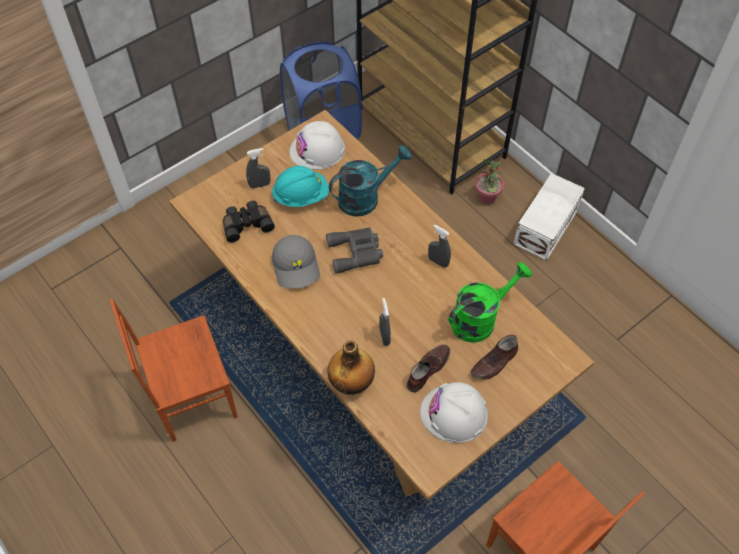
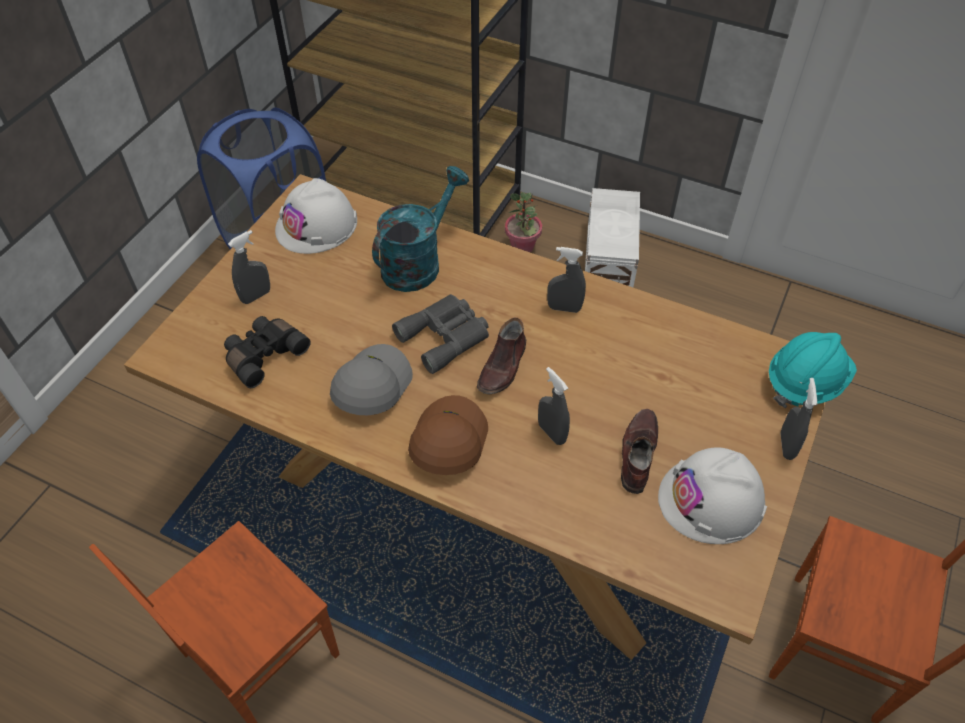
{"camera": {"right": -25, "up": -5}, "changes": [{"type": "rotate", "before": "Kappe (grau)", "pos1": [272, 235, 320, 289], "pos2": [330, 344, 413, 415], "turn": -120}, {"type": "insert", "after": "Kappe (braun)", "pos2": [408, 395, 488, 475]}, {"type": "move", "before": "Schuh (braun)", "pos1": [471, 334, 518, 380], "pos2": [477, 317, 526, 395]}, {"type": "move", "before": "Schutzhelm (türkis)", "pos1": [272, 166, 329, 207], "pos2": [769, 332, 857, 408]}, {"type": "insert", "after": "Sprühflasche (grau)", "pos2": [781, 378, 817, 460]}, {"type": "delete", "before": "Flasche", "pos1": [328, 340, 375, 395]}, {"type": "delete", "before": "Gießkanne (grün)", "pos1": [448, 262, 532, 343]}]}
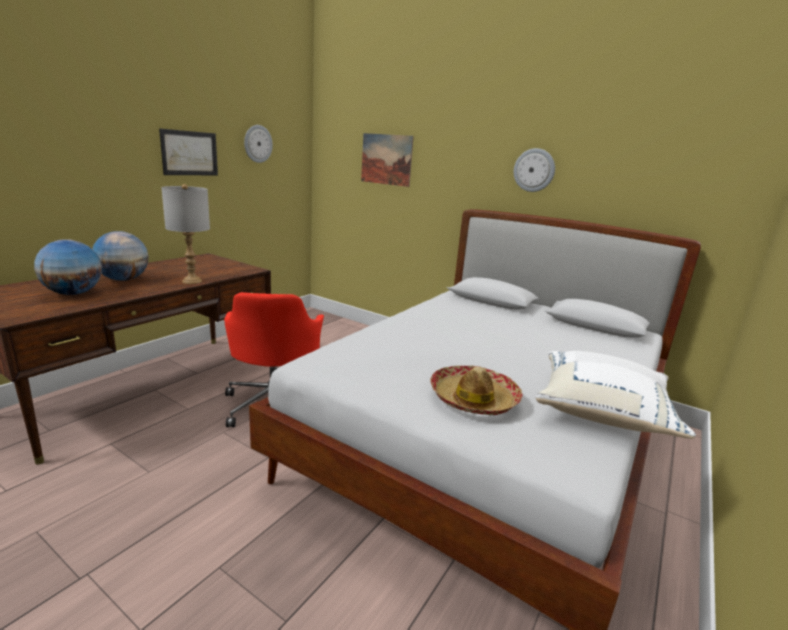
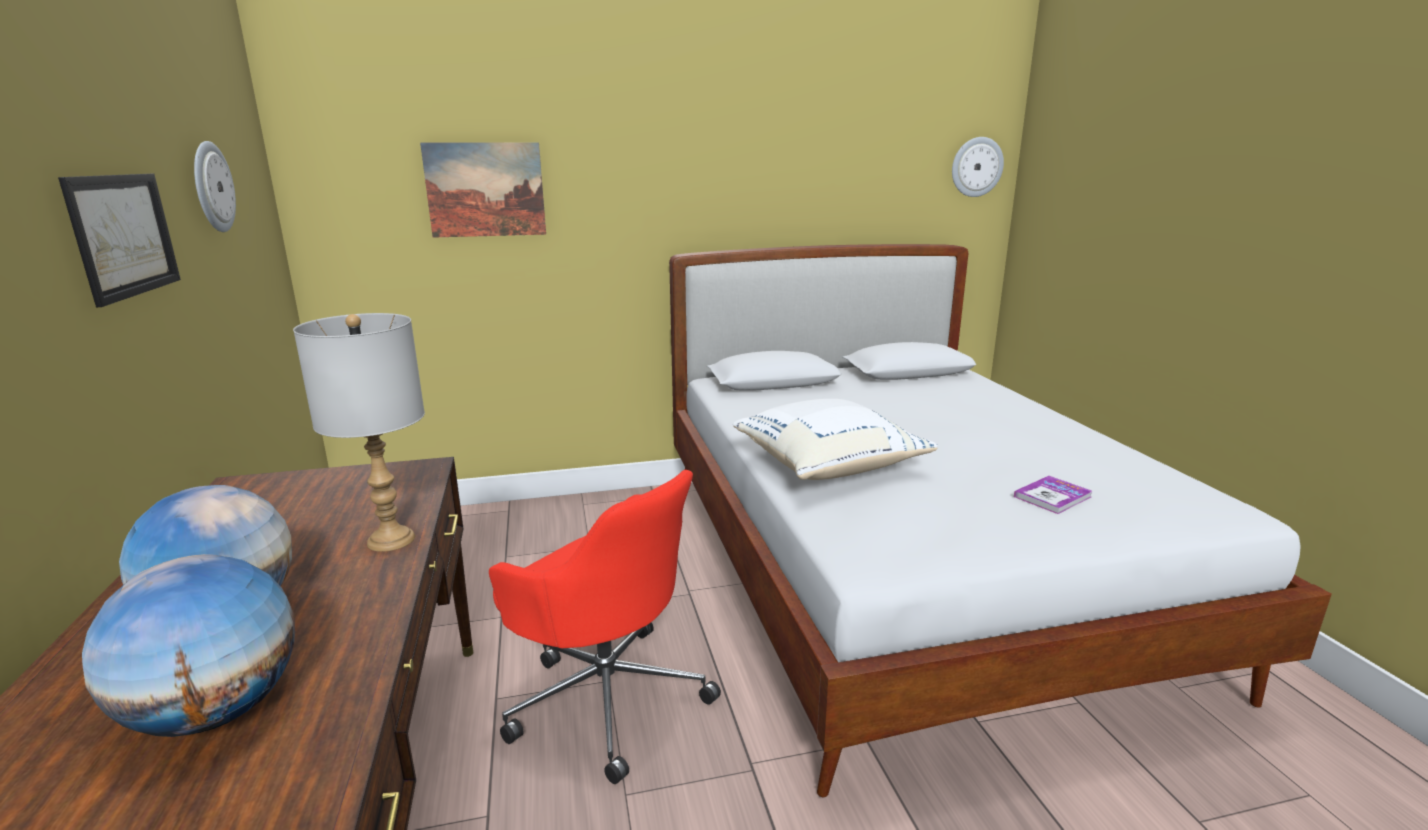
{"camera": {"right": -45, "up": 0}, "changes": [{"type": "move", "before": "Kissen (weiß)", "pos1": [536, 351, 696, 439], "pos2": [733, 399, 938, 480]}, {"type": "move", "before": "Wanduhr", "pos1": [514, 148, 555, 192], "pos2": [952, 137, 1004, 197]}, {"type": "replace", "before": "Hut", "after": "Buch", "pos1": [430, 365, 523, 415], "pos2": [1014, 476, 1092, 514]}]}
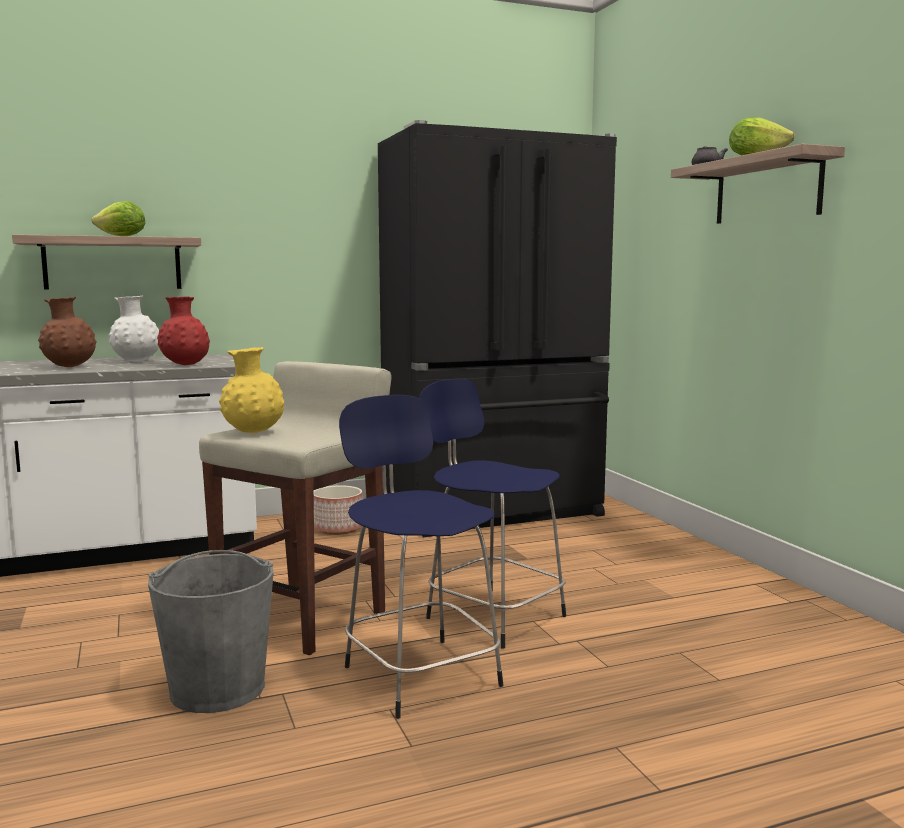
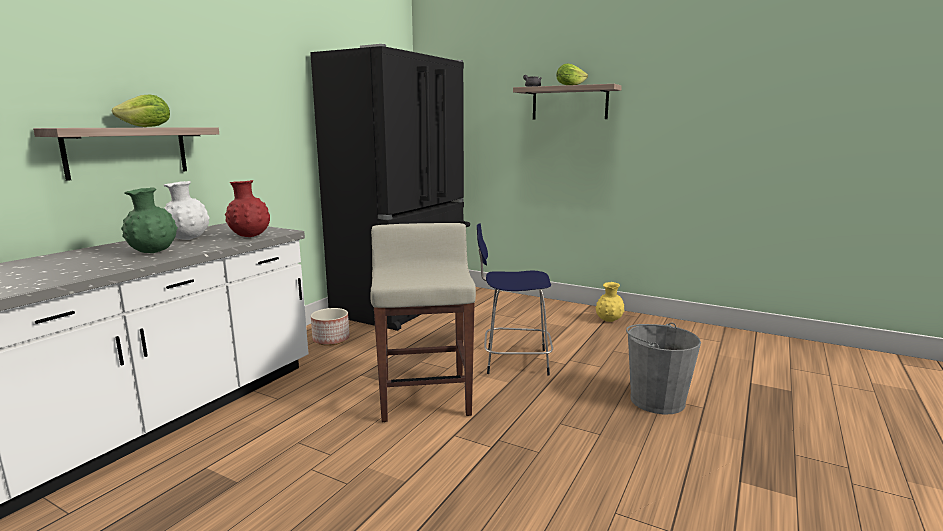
{"camera": {"right": -40, "up": 5}, "changes": [{"type": "recolor", "before": "Vase (braun)", "after": "Vase (grün)", "pos1": [38, 297, 97, 367], "pos2": [121, 187, 178, 253]}, {"type": "move", "before": "Vase (gelb)", "pos1": [219, 347, 284, 433], "pos2": [595, 282, 624, 322]}, {"type": "move", "before": "Eimer (grau)", "pos1": [148, 550, 274, 713], "pos2": [626, 323, 701, 414]}, {"type": "delete", "before": "Hocker (blau)", "pos1": [339, 395, 503, 719]}]}
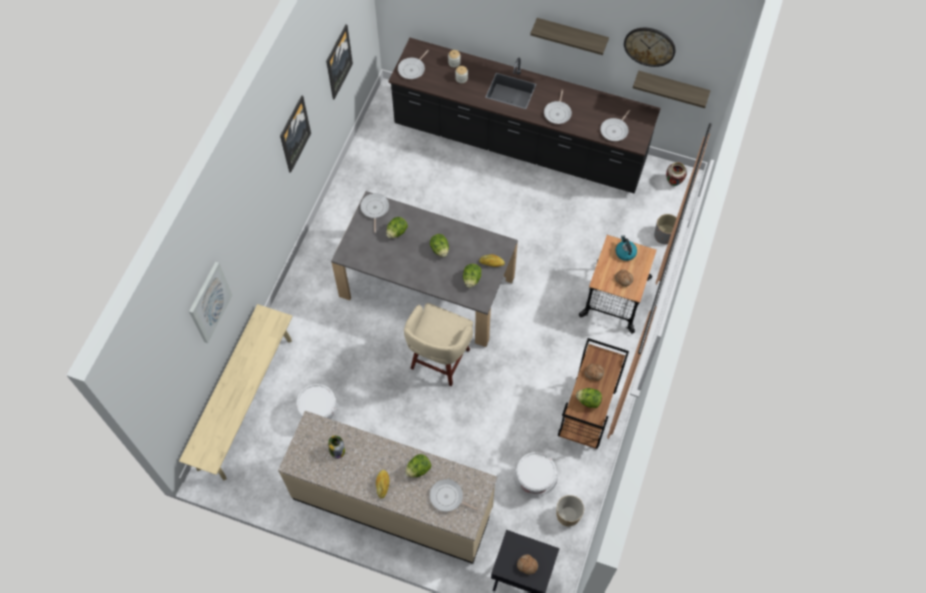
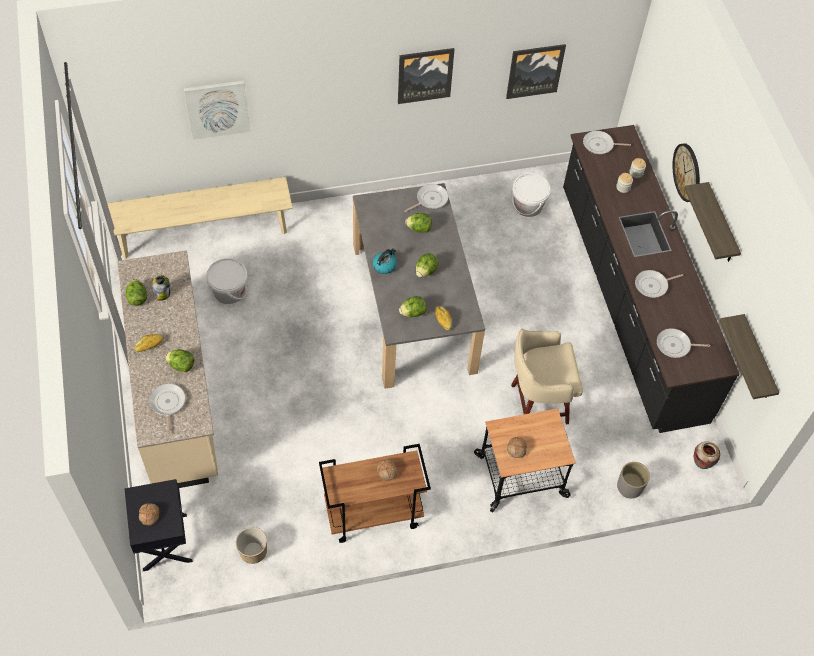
{"camera": {"right": 55, "up": -5}, "changes": [{"type": "move", "before": "Salatkopf", "pos1": [576, 388, 602, 408], "pos2": [126, 279, 147, 306]}, {"type": "move", "before": "Wasserkessel", "pos1": [616, 235, 637, 261], "pos2": [373, 248, 397, 274]}, {"type": "move", "before": "Eimer (weiß)", "pos1": [514, 452, 558, 496], "pos2": [511, 173, 551, 217]}, {"type": "move", "before": "Hocker (beige)", "pos1": [404, 303, 473, 386], "pos2": [511, 328, 583, 425]}, {"type": "move", "before": "Wanduhr", "pos1": [624, 28, 676, 67], "pos2": [672, 143, 700, 202]}]}
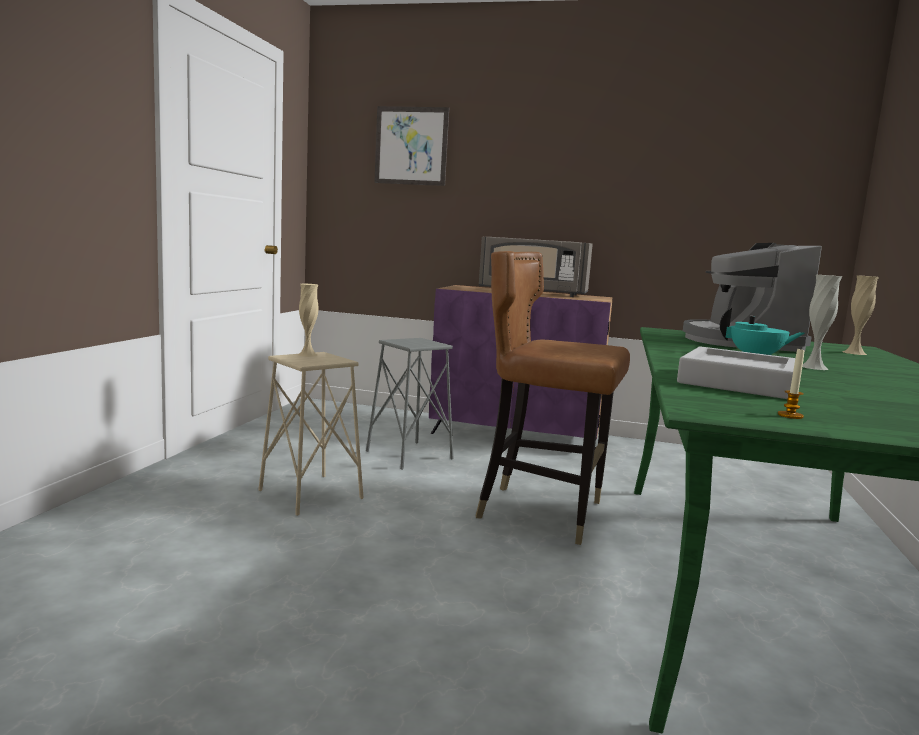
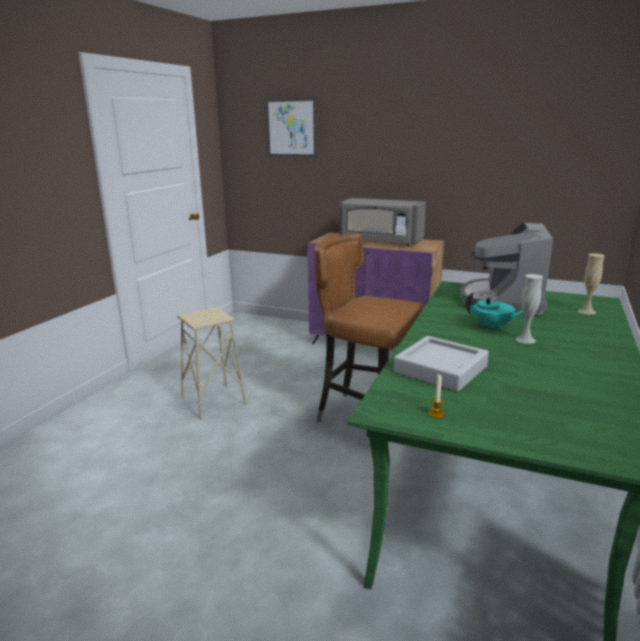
{"camera": {"right": 10, "up": 10}, "changes": [{"type": "delete", "before": "Vase (beige)", "pos1": [298, 284, 318, 357]}, {"type": "delete", "before": "Hocker (grau)", "pos1": [366, 338, 453, 470]}]}
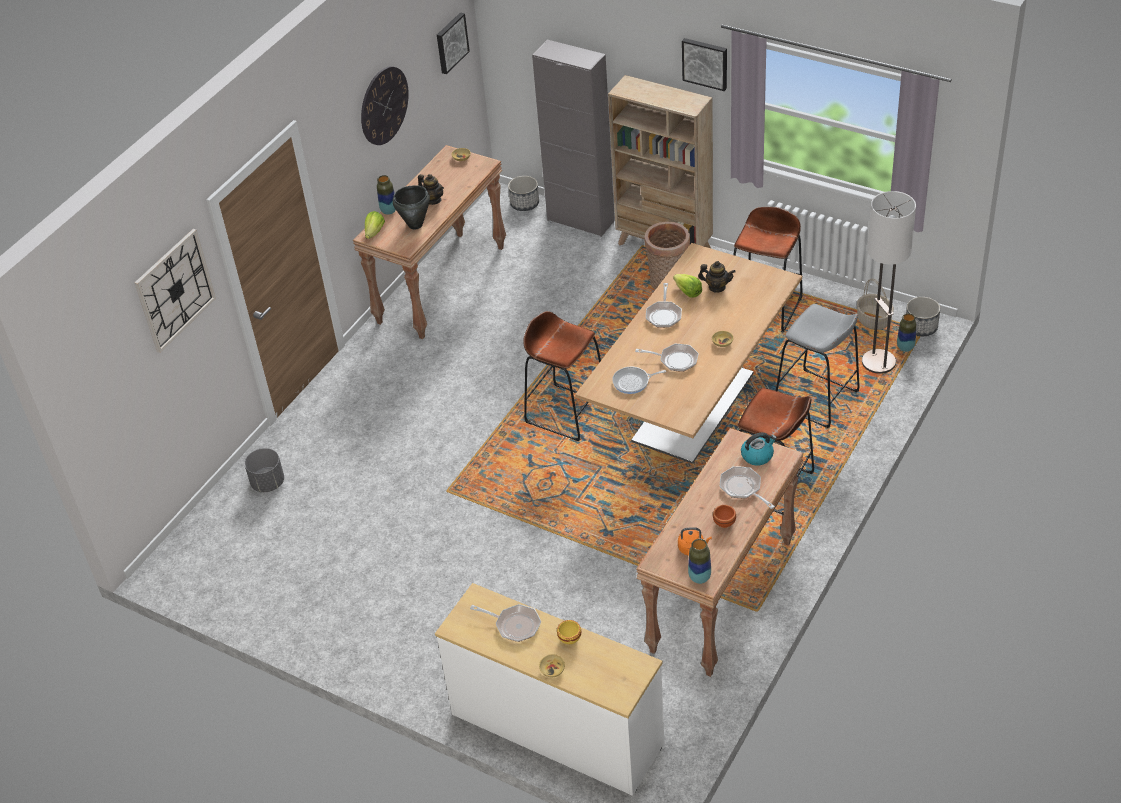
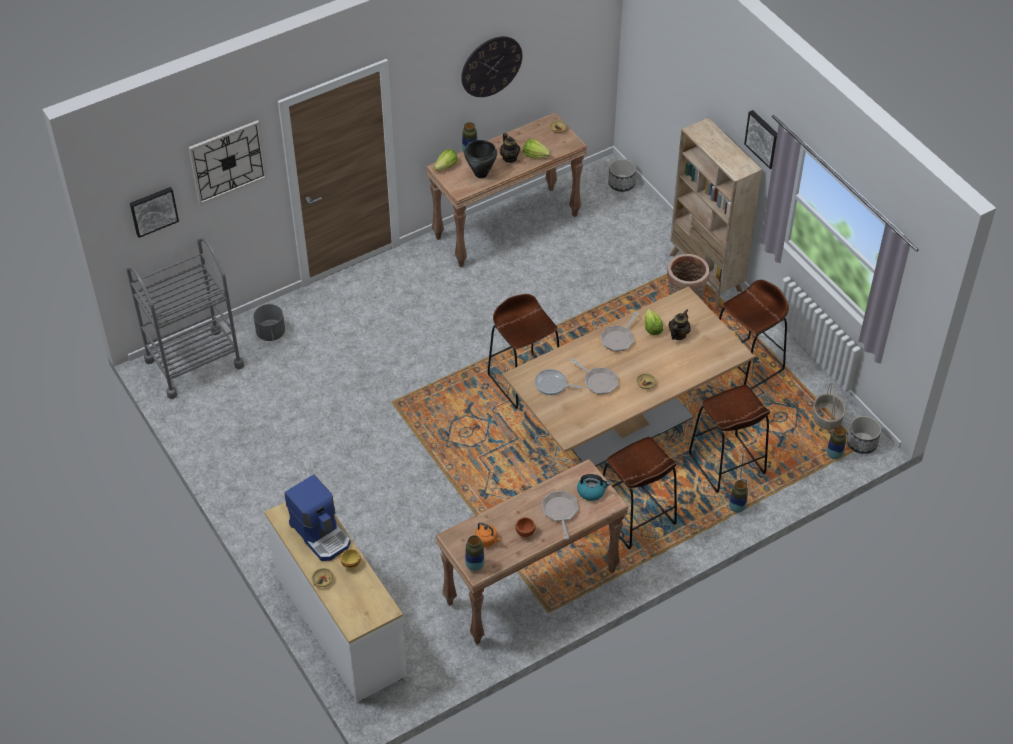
{"camera": {"right": 25, "up": 5}, "changes": [{"type": "insert", "after": "Rollwagen (grau)", "pos2": [127, 238, 244, 399]}, {"type": "move", "before": "Bild", "pos1": [437, 12, 470, 74], "pos2": [130, 187, 179, 238]}, {"type": "replace", "before": "Pfanne", "after": "Kaffeemaschine", "pos1": [470, 604, 541, 642], "pos2": [284, 475, 351, 561]}, {"type": "insert", "after": "Salatkopf", "pos2": [523, 139, 551, 159]}, {"type": "rotate", "before": "Teekanne", "pos1": [698, 261, 736, 293], "pos2": [669, 309, 691, 340], "turn": -105}, {"type": "recolor", "before": "Hocker (grau)", "after": "Hocker (braun)", "pos1": [776, 304, 860, 428], "pos2": [689, 385, 770, 493]}, {"type": "insert", "after": "Vase", "pos2": [729, 480, 748, 513]}, {"type": "delete", "before": "Schrank (grau)", "pos1": [532, 40, 615, 237]}, {"type": "delete", "before": "Stehlampe", "pos1": [862, 191, 916, 374]}]}
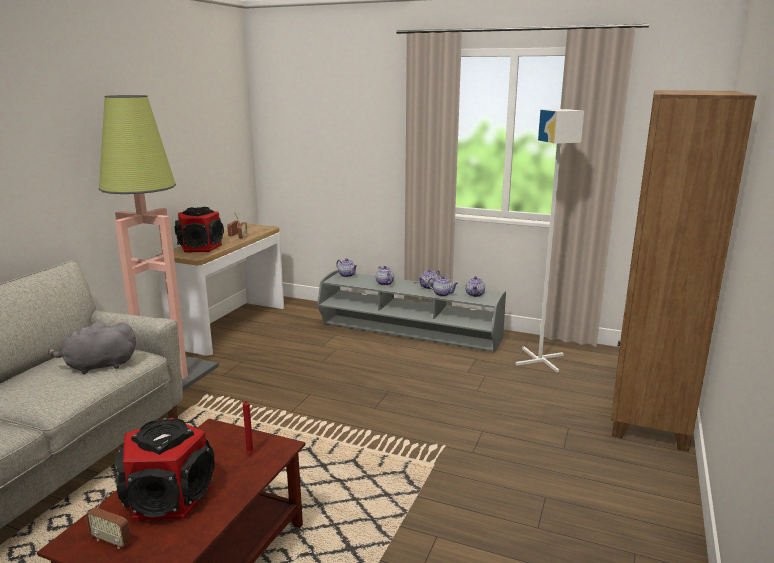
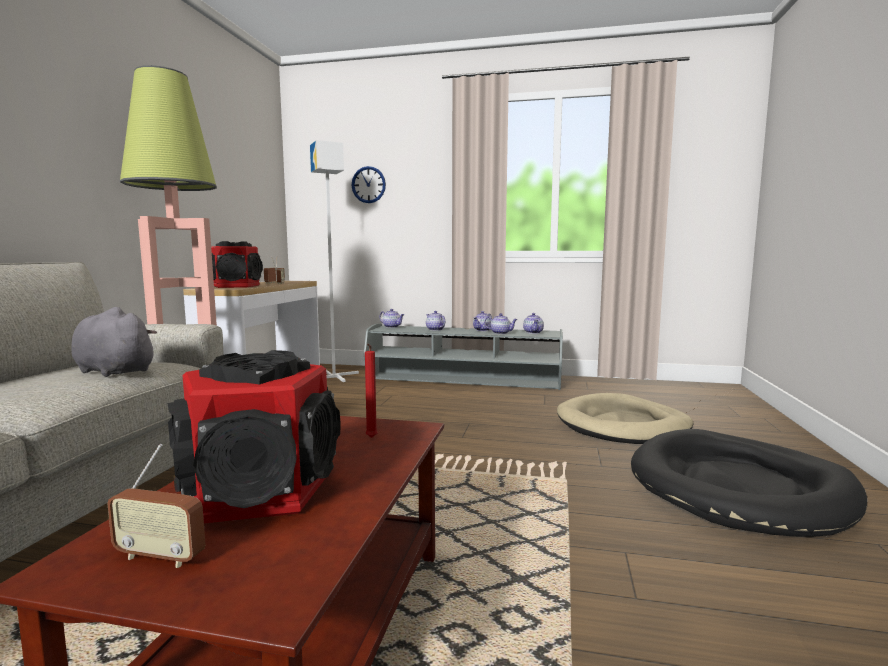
{"camera": {"right": -10, "up": -10}, "changes": [{"type": "rotate", "before": "Plüschtier (grau)", "pos1": [48, 322, 136, 374], "pos2": [71, 307, 157, 377], "turn": 60}, {"type": "move", "before": "Stehlampe (weiß)", "pos1": [515, 109, 584, 372], "pos2": [310, 140, 359, 382]}, {"type": "insert", "after": "Wanduhr", "pos2": [352, 166, 386, 203]}, {"type": "insert", "after": "Hundebett (beige)", "pos2": [557, 393, 694, 444]}, {"type": "insert", "after": "Hundebett (schwarz)", "pos2": [631, 429, 867, 537]}, {"type": "delete", "before": "Bücherregal (braun)", "pos1": [611, 90, 757, 452]}]}
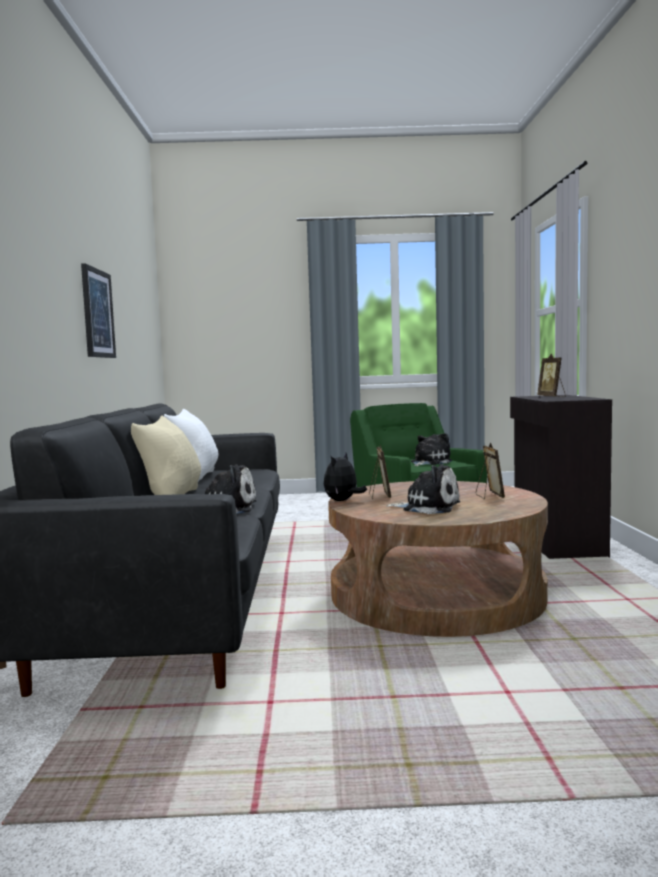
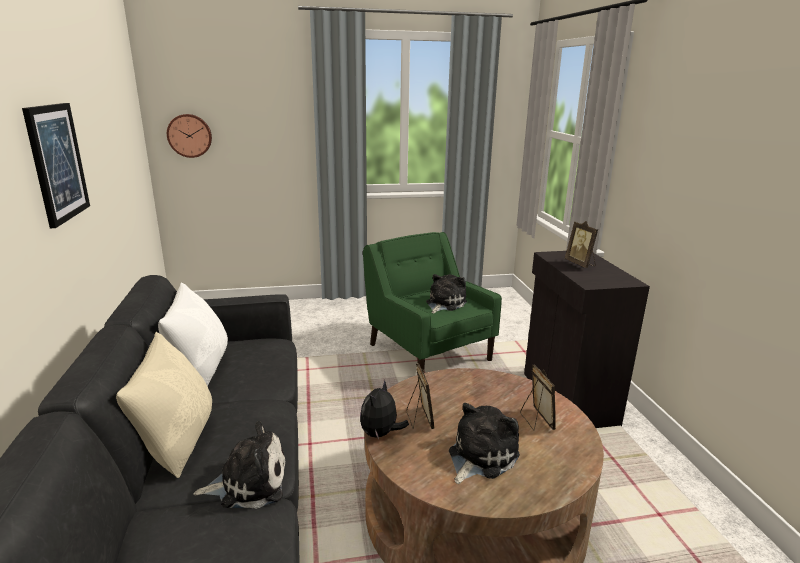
{"camera": {"right": -10, "up": 15}, "changes": [{"type": "insert", "after": "Wanduhr", "pos2": [167, 114, 212, 158]}, {"type": "rotate", "before": "Plüschtier", "pos1": [386, 464, 460, 514], "pos2": [449, 403, 520, 484], "turn": -60}]}
